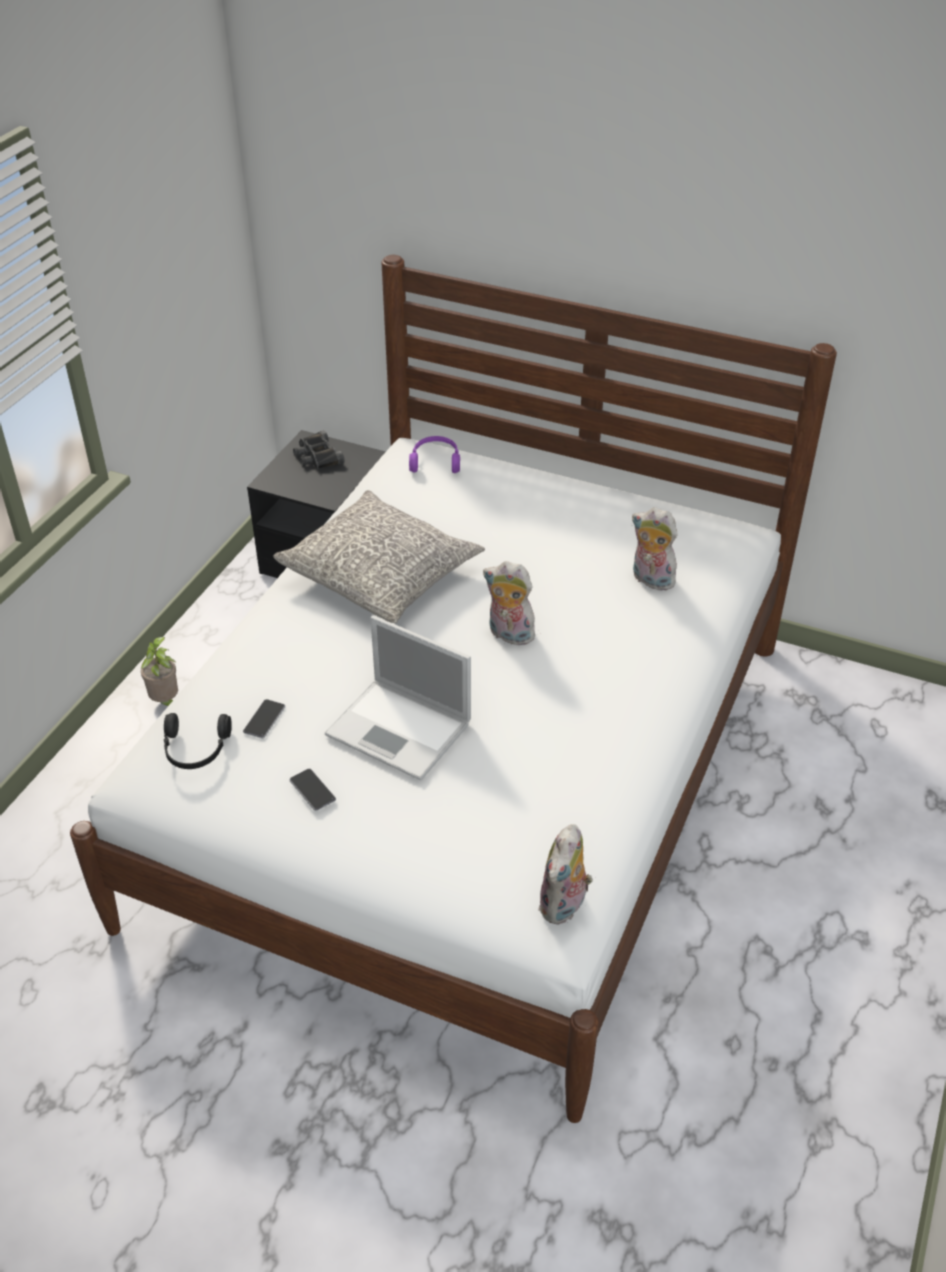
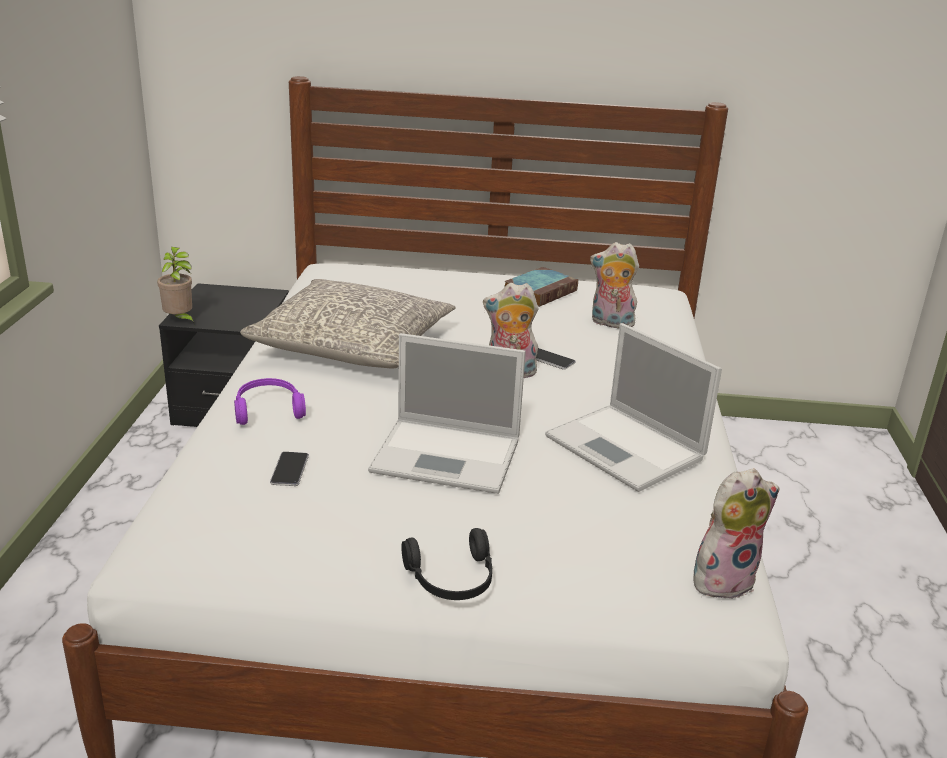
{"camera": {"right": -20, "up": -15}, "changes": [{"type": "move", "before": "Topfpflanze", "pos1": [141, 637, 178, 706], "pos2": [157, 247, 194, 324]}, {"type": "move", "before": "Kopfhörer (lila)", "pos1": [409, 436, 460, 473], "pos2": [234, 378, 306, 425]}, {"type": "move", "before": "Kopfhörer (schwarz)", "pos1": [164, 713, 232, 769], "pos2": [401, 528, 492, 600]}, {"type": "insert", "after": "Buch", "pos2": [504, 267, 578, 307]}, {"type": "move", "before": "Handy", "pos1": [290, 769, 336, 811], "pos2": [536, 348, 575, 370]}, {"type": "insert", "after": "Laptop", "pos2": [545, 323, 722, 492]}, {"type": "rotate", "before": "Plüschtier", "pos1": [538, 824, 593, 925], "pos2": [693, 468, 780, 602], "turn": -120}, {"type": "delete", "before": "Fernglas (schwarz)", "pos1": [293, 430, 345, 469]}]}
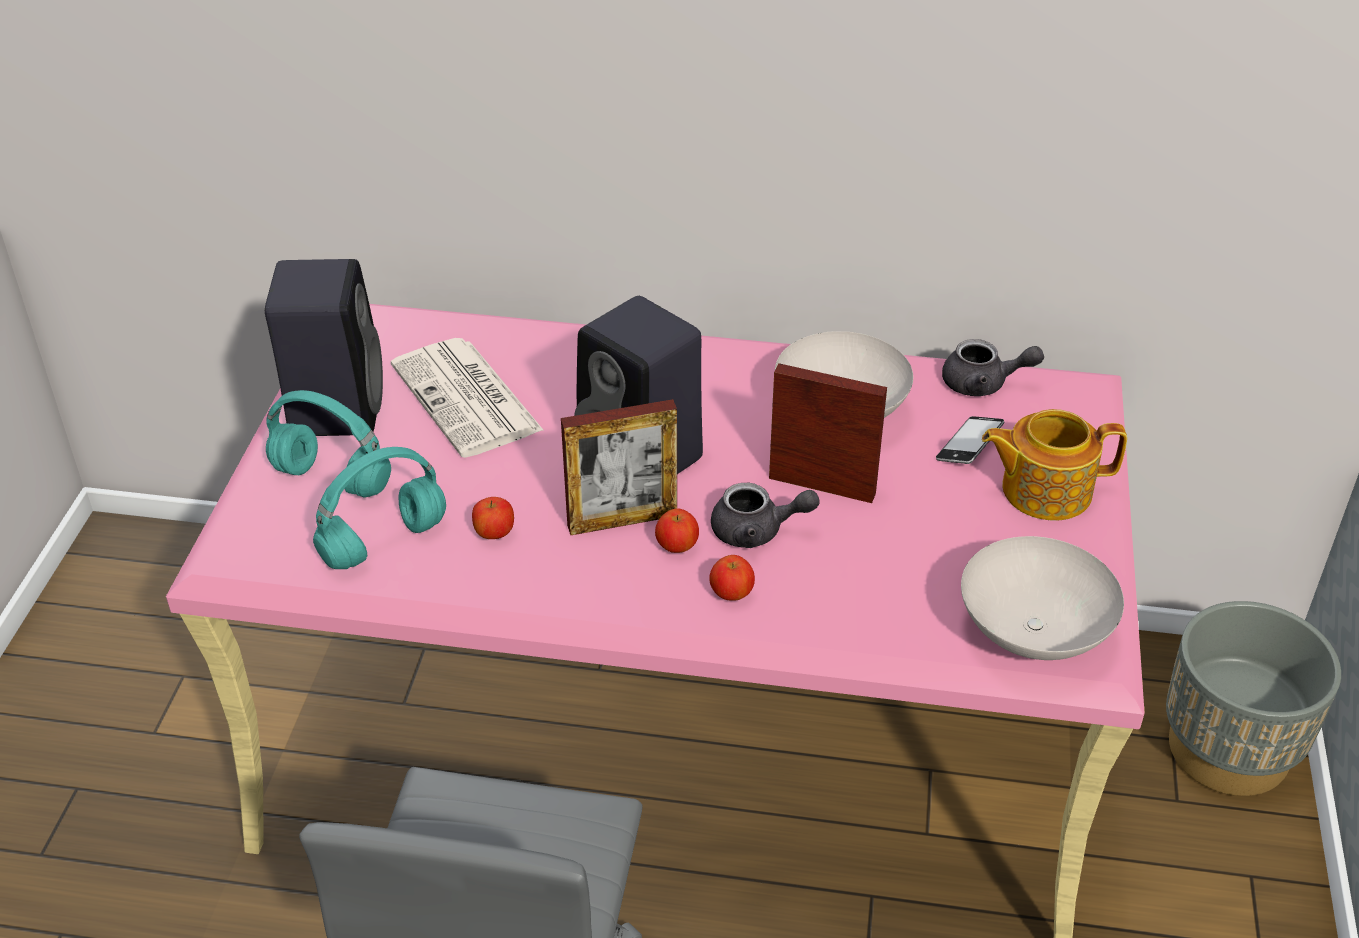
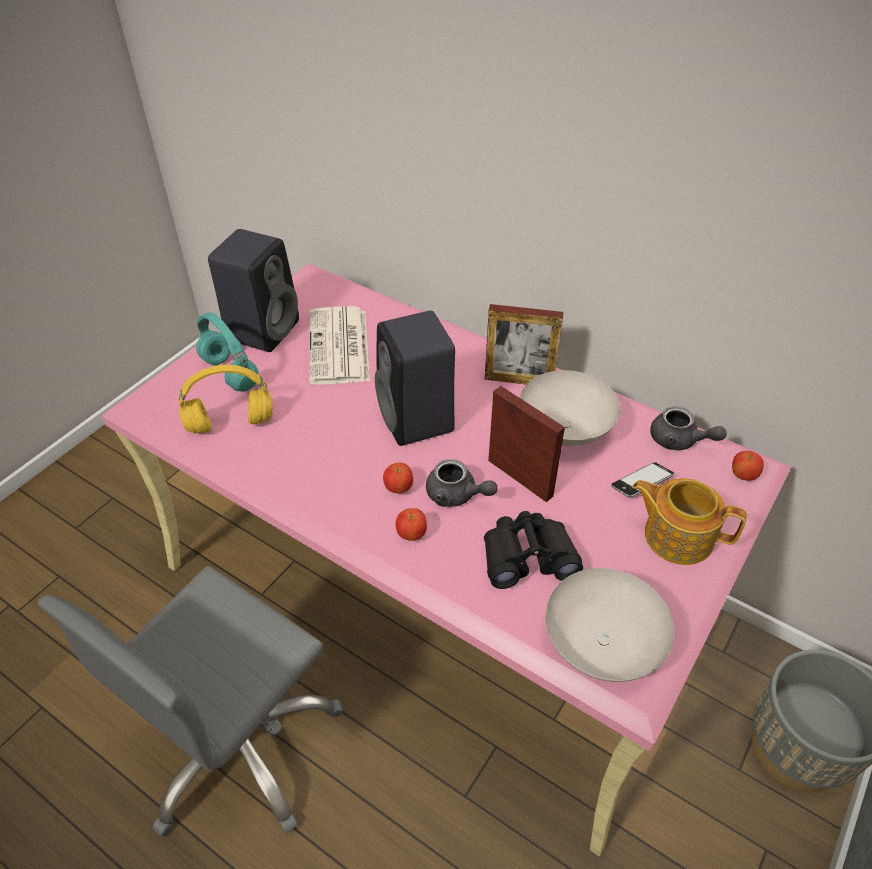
{"camera": {"right": 25, "up": 5}, "changes": [{"type": "recolor", "before": "Kopfhörer (türkis)", "after": "Kopfhörer (gelb)", "pos1": [313, 447, 446, 569], "pos2": [179, 365, 273, 434]}, {"type": "insert", "after": "Fernglas (schwarz)", "pos2": [484, 511, 583, 589]}, {"type": "move", "before": "Bilderrahmen", "pos1": [561, 399, 677, 535], "pos2": [485, 304, 563, 384]}, {"type": "move", "before": "Apfel", "pos1": [472, 497, 514, 539], "pos2": [732, 451, 764, 481]}]}
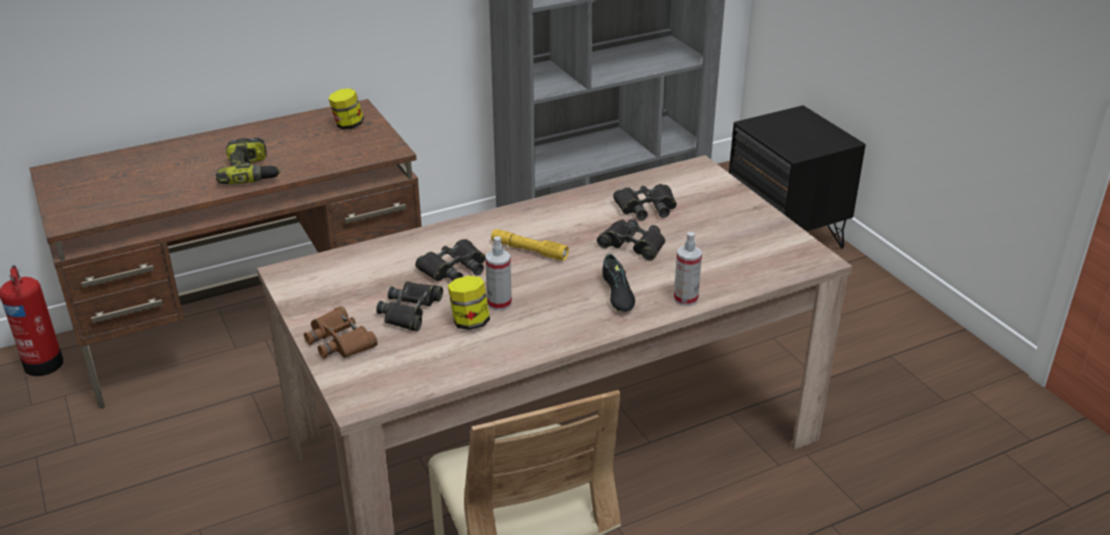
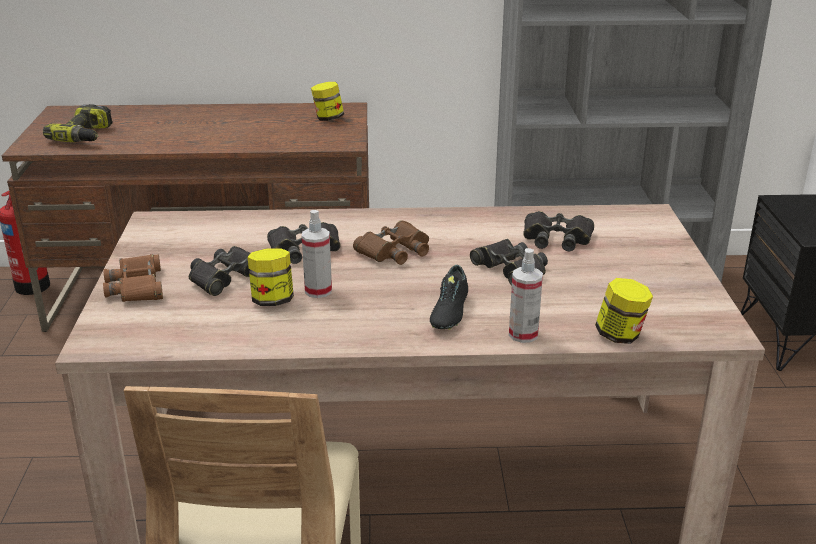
{"camera": {"right": 25, "up": -5}, "changes": [{"type": "move", "before": "Bohrmaschine", "pos1": [216, 138, 281, 184], "pos2": [43, 104, 113, 142]}, {"type": "replace", "before": "Taschenlampe (gelb)", "after": "Fernglas (braun)", "pos1": [491, 229, 569, 261], "pos2": [353, 220, 429, 265]}, {"type": "insert", "after": "Vorratsglas", "pos2": [595, 278, 653, 344]}]}
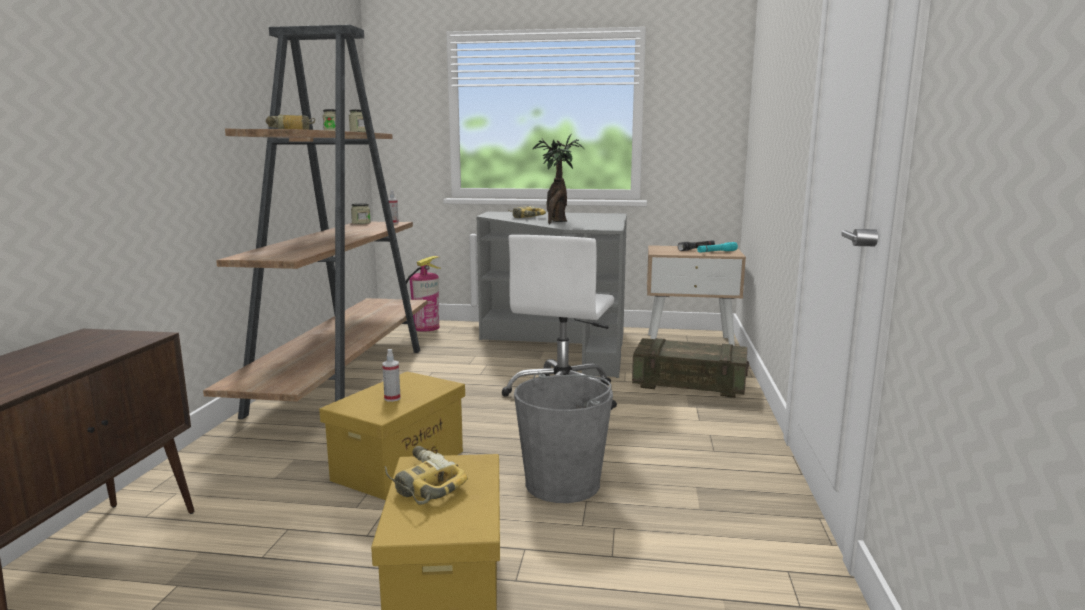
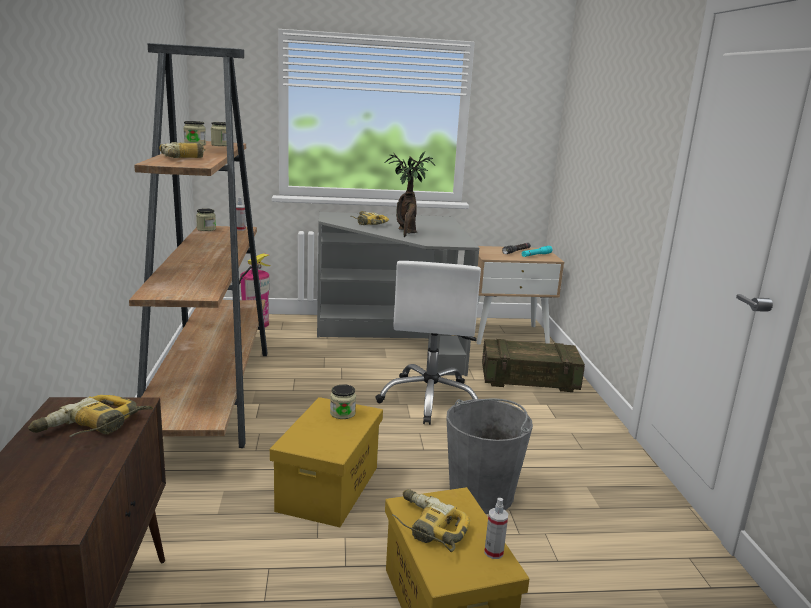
{"camera": {"right": -15, "up": 5}, "changes": [{"type": "insert", "after": "Bohrmaschine", "pos2": [28, 395, 153, 437]}, {"type": "insert", "after": "Vorratsglas", "pos2": [330, 384, 356, 419]}, {"type": "move", "before": "Sprühflasche", "pos1": [382, 349, 401, 402], "pos2": [484, 498, 508, 559]}]}
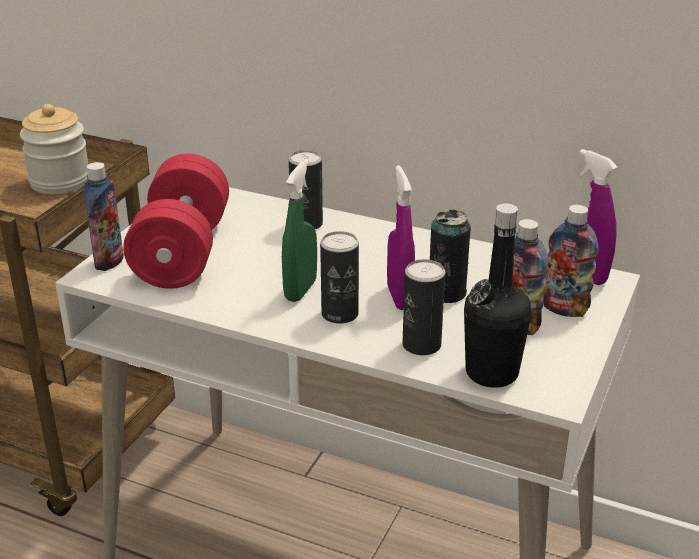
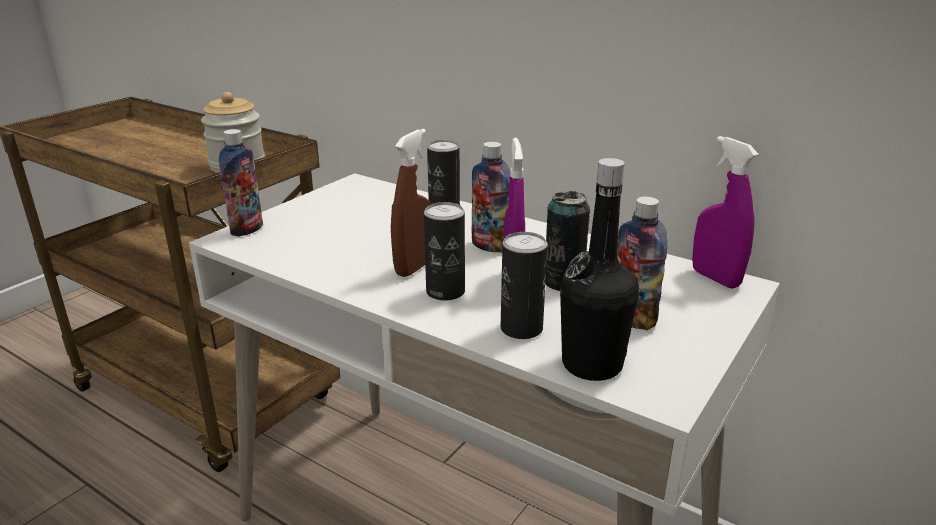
{"camera": {"right": 10, "up": -5}, "changes": [{"type": "recolor", "before": "Sprühflasche (grün)", "after": "Sprühflasche (braun)", "pos1": [282, 159, 317, 302], "pos2": [391, 129, 431, 277]}, {"type": "move", "before": "Flasche", "pos1": [543, 205, 598, 317], "pos2": [472, 142, 510, 253]}, {"type": "delete", "before": "Hantel (rot)", "pos1": [123, 154, 229, 289]}]}
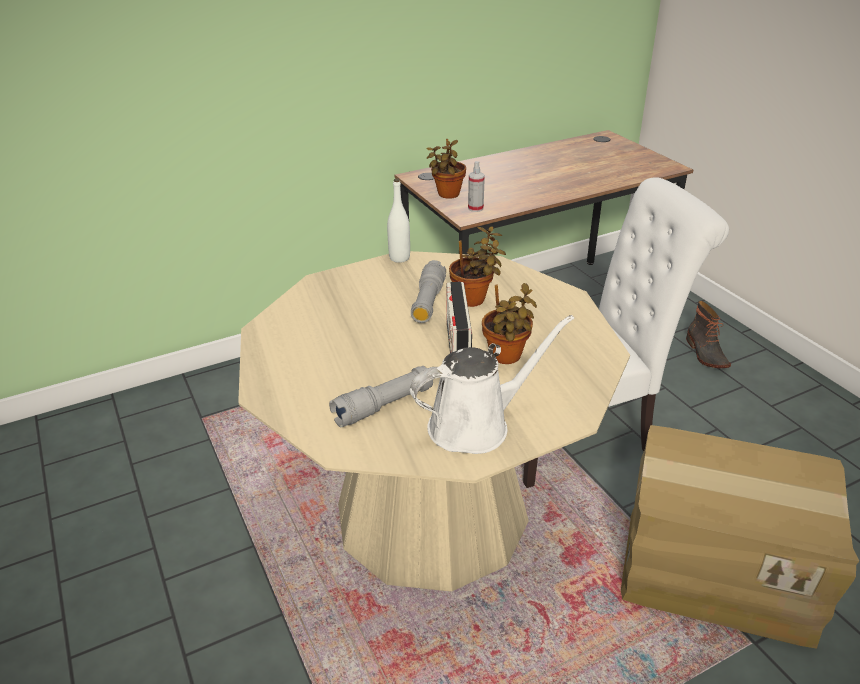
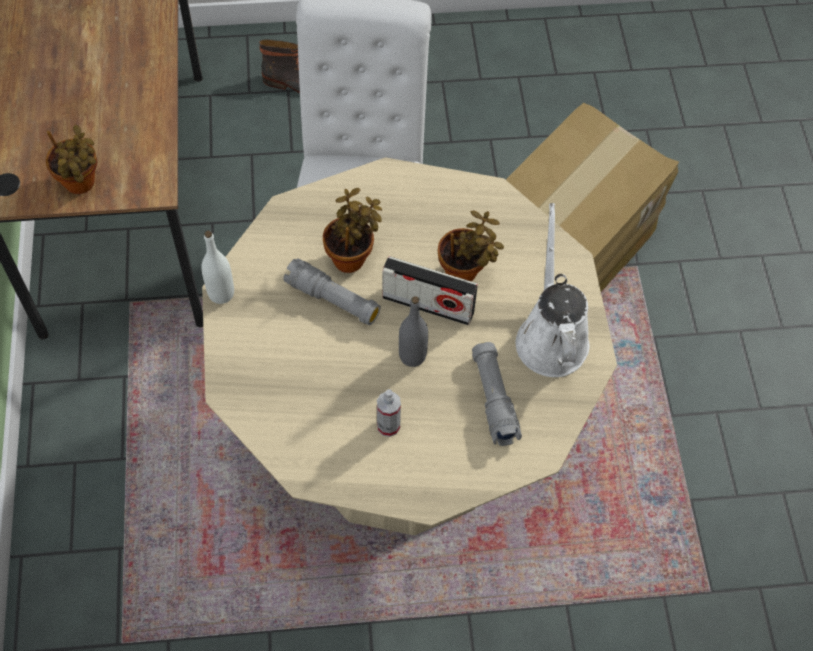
{"camera": {"right": -70, "up": 25}, "changes": [{"type": "move", "before": "Sprühflasche", "pos1": [468, 161, 485, 212], "pos2": [377, 389, 401, 437]}, {"type": "insert", "after": "Flasche (grau)", "pos2": [399, 296, 428, 367]}]}
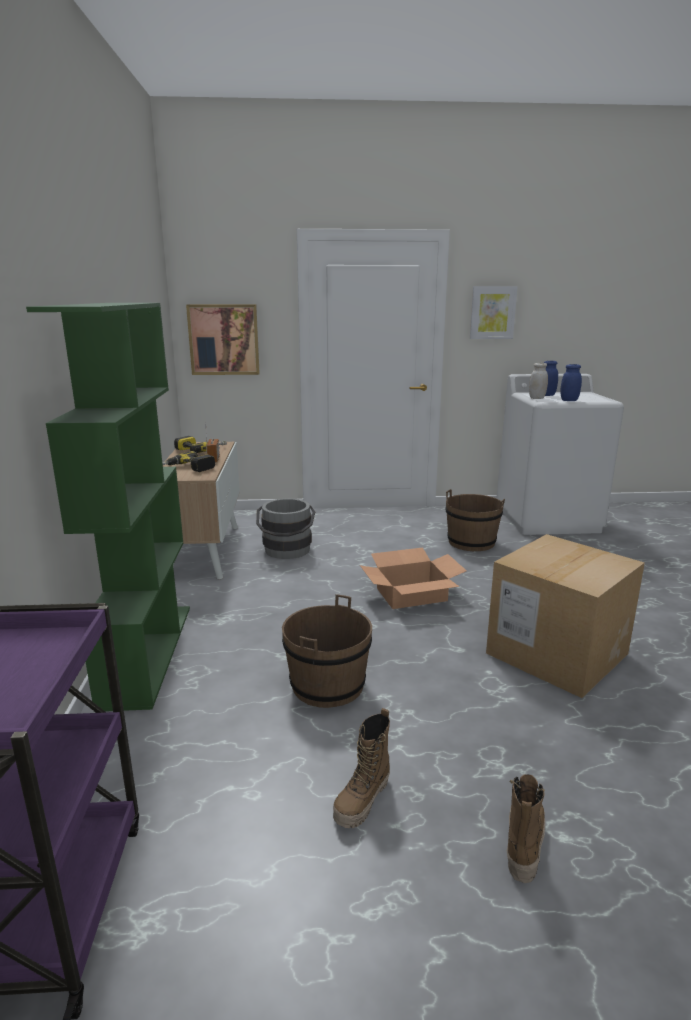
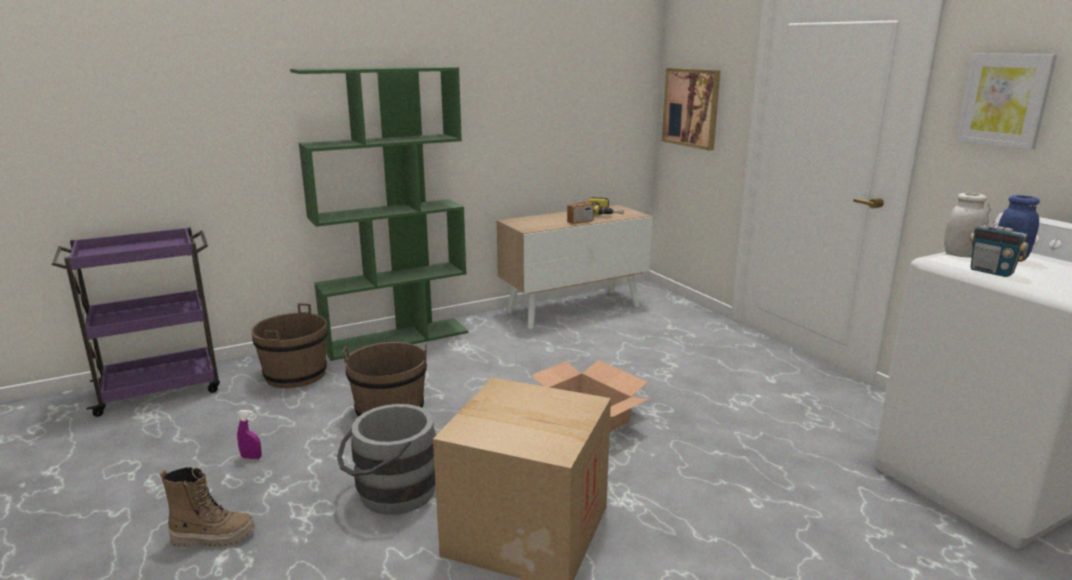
{"camera": {"right": 65, "up": 0}, "changes": [{"type": "replace", "before": "Stiefel", "after": "Sprühflasche (lila)", "pos1": [333, 708, 390, 828], "pos2": [237, 410, 262, 459]}, {"type": "move", "before": "Eimer (braun)", "pos1": [446, 489, 505, 551], "pos2": [251, 304, 328, 388]}, {"type": "move", "before": "Eimer (grau)", "pos1": [256, 498, 315, 559], "pos2": [337, 404, 436, 515]}, {"type": "replace", "before": "Vorratsglas (blau)", "after": "Radio", "pos1": [560, 364, 582, 401], "pos2": [970, 203, 1029, 277]}, {"type": "delete", "before": "Bohrmaschine", "pos1": [163, 451, 215, 472]}]}
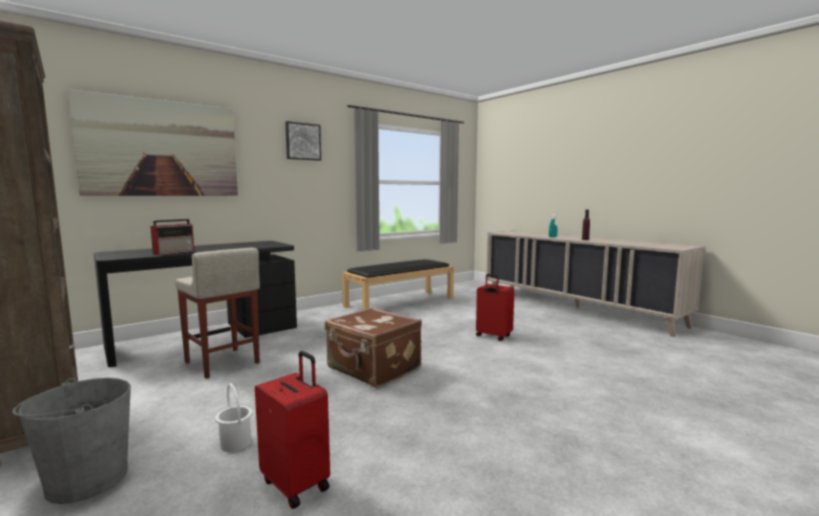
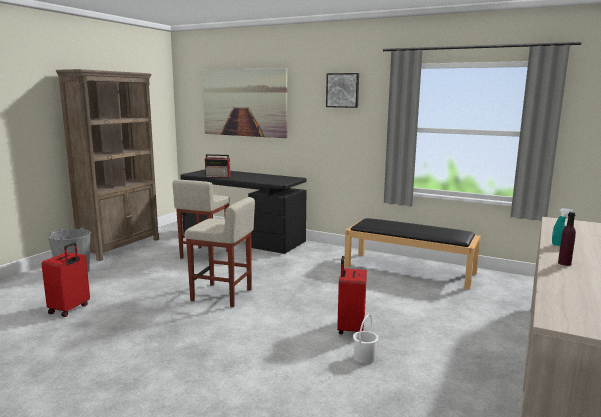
{"camera": {"right": 65, "up": 5}, "changes": [{"type": "replace", "before": "Koffer (braun)", "after": "Hocker (beige)", "pos1": [325, 308, 422, 388], "pos2": [184, 197, 255, 307]}, {"type": "move", "before": "Eimer (weiß)", "pos1": [215, 383, 252, 452], "pos2": [353, 314, 379, 364]}]}
